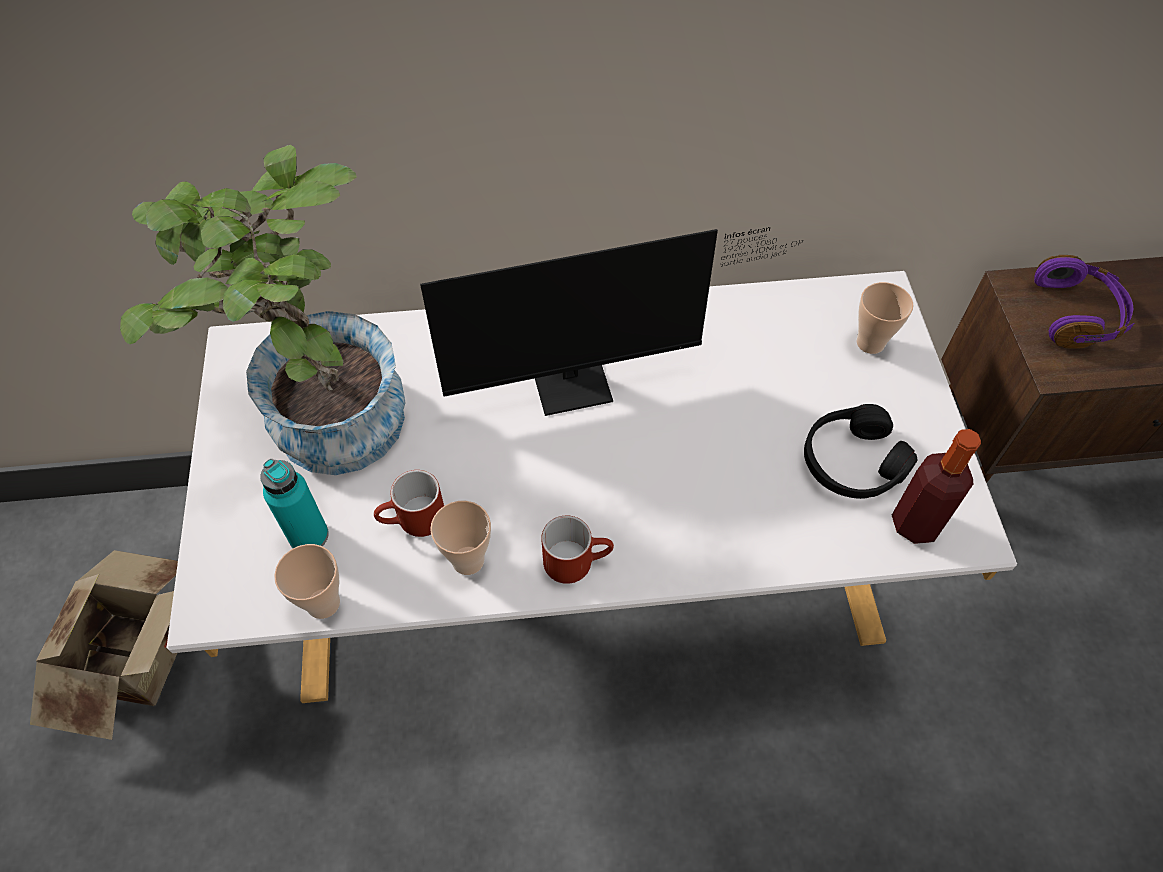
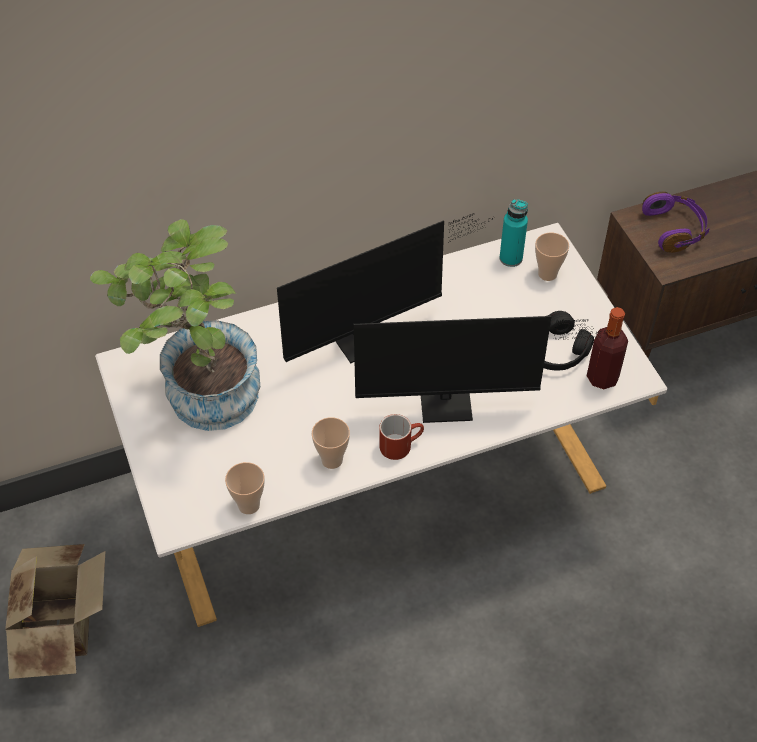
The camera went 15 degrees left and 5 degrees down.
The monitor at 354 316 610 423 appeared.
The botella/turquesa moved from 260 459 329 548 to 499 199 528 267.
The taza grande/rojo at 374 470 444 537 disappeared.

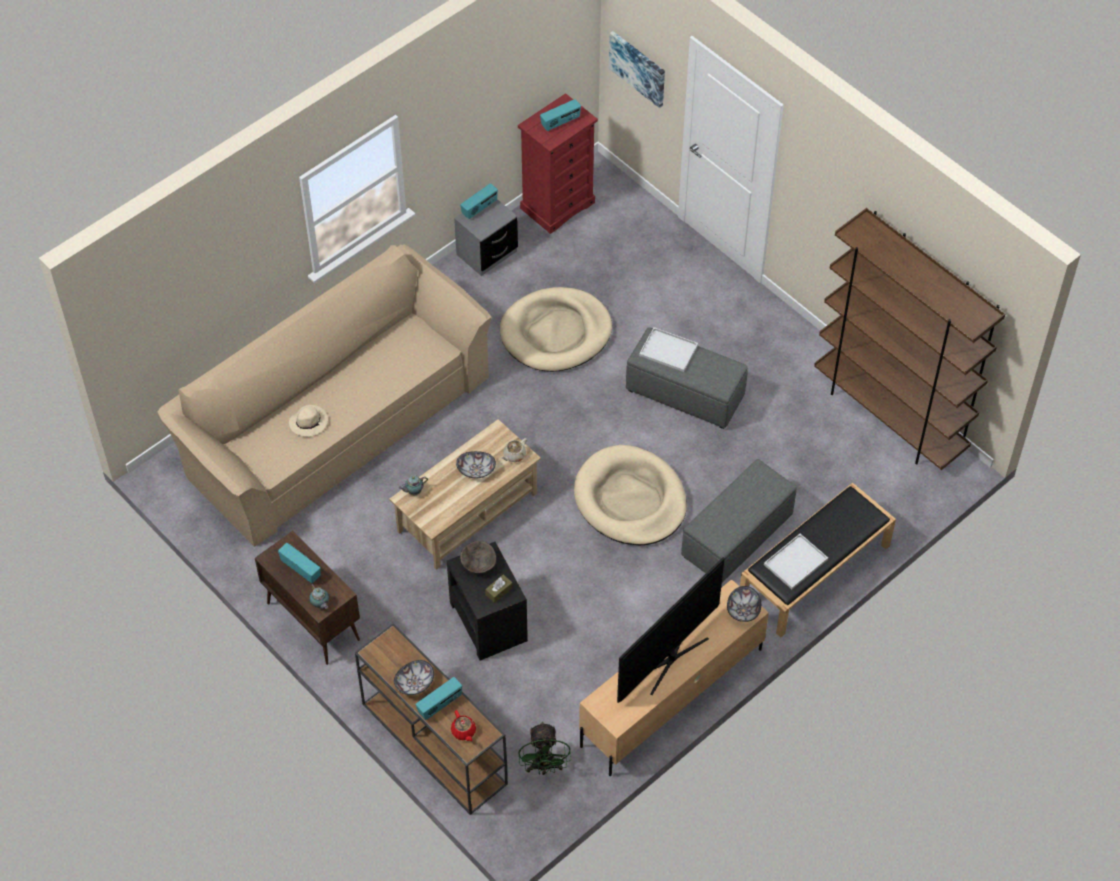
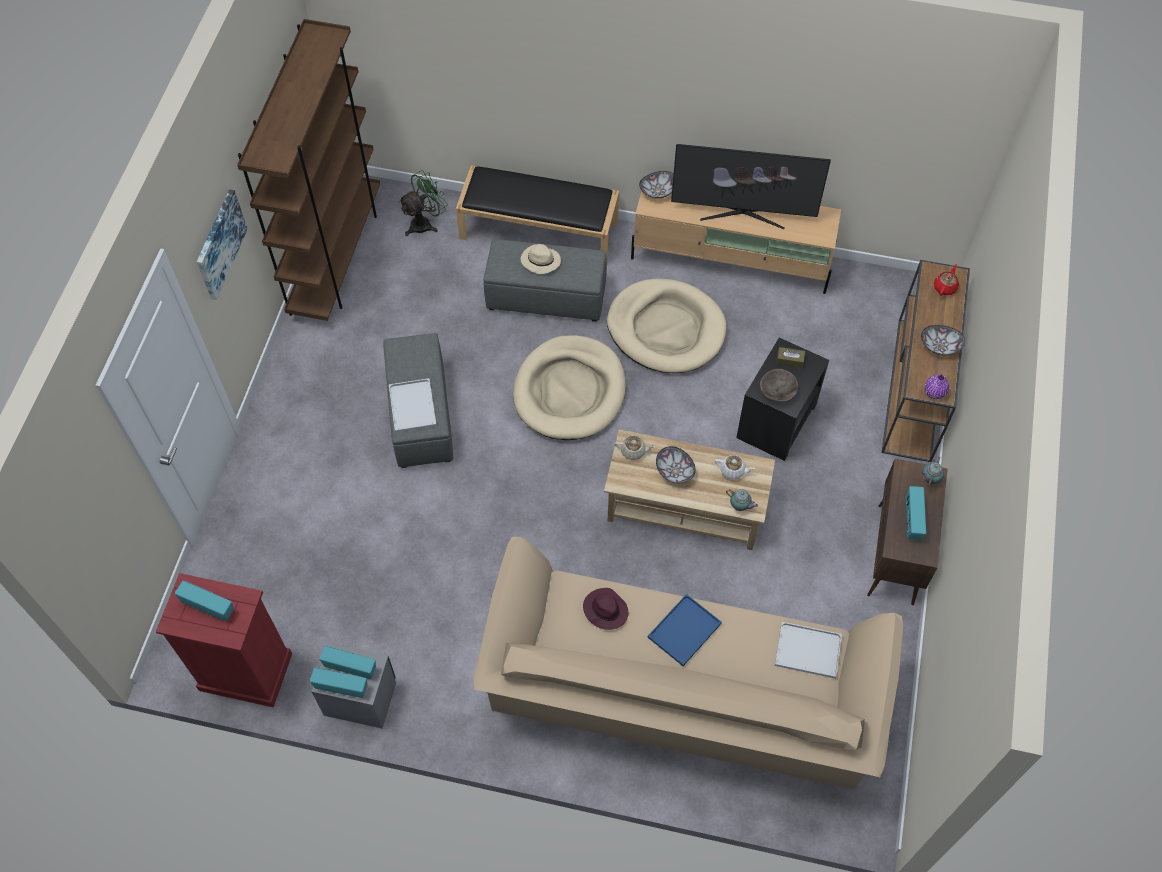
The camera went 125 degrees left and 5 degrees up.
The cuadro moved from 609 31 665 108 to 196 189 248 300.
The radio moved from 416 677 462 720 to 319 646 376 679.
The ventilador/verde moved from 518 721 571 775 to 399 170 448 236.
The sombrero/beis moved from 289 405 328 436 to 521 244 561 274.
The sombrero/morado at 583 588 628 630 appeared.
The cama para perro/beis moved from 500 287 612 372 to 607 278 727 373.
The bandeja/azul at 648 594 722 666 appeared.
The tetera/blanco at 715 455 756 480 appeared.
The bandeja/blanco moved from 764 534 828 589 to 775 622 842 679.
The florero/morado at 925 374 949 399 appeared.

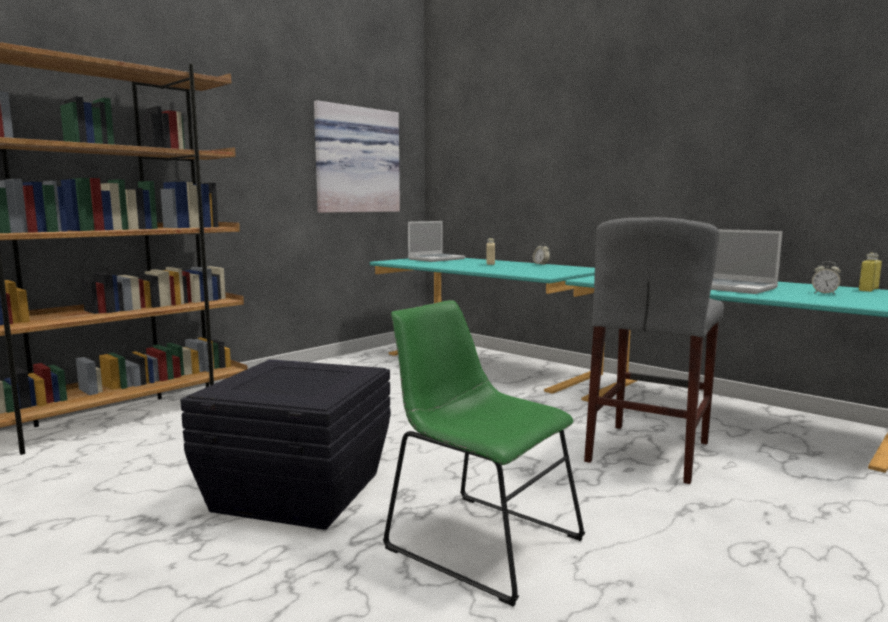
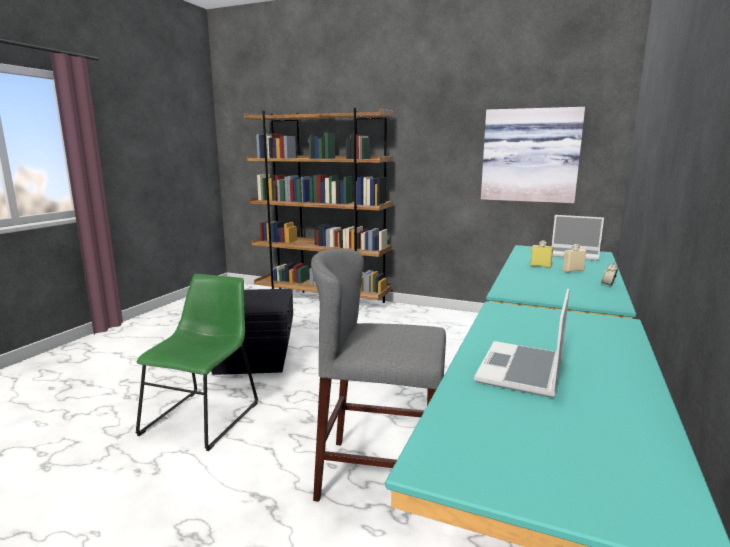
The camera went 70 degrees right and 5 degrees up.
The botella/amarillo moved from 859 253 882 292 to 530 240 553 268.
The despertador at 812 261 841 295 disappeared.

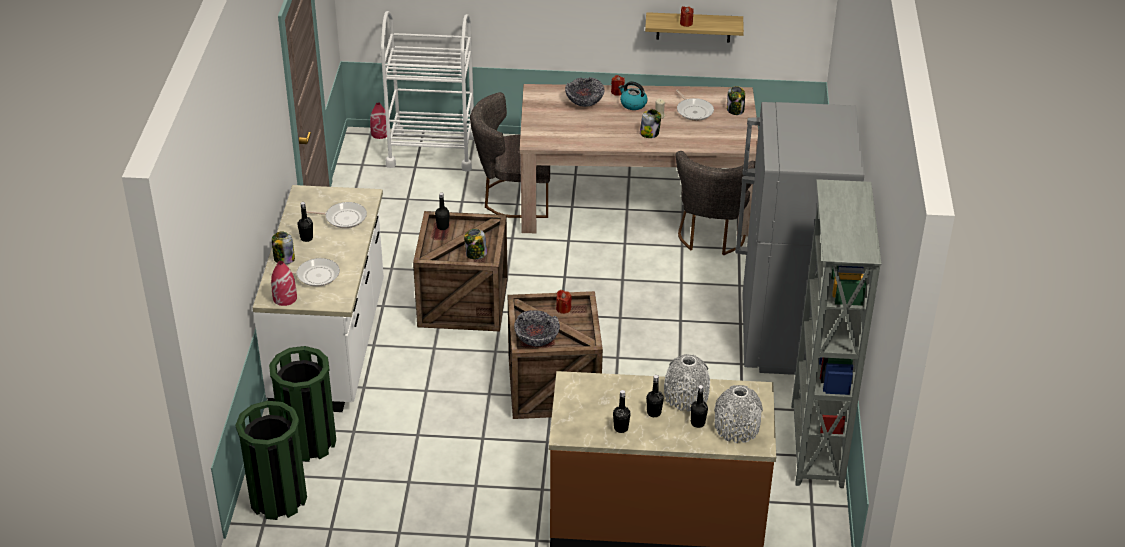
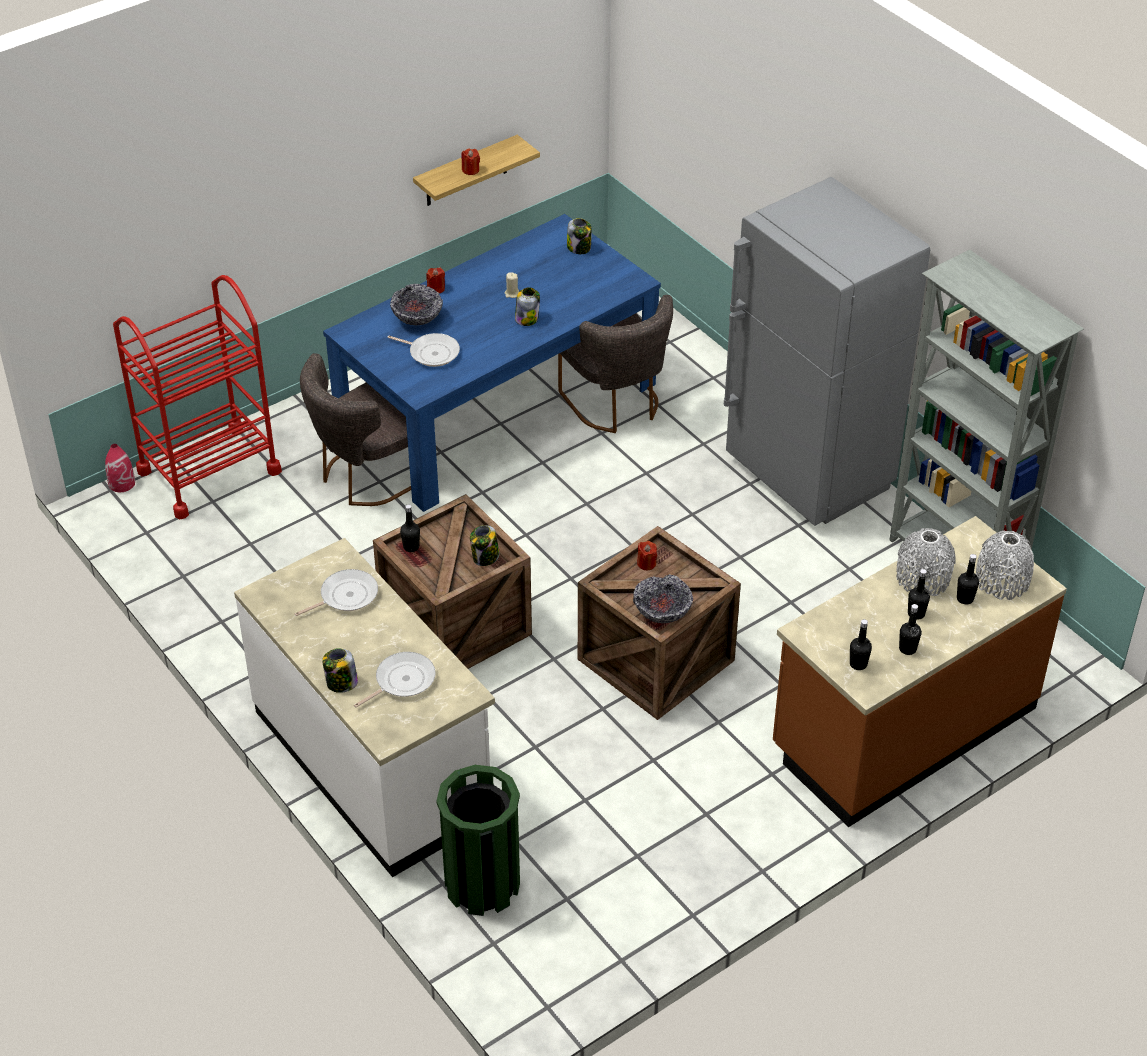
The camera went 40 degrees left and 5 degrees up.
The carrito/blanco at 381 11 474 172 became the carrito/rojo at 113 275 282 520.
The mesa de comedor/beis at 519 84 758 237 became the mesa de comedor/azul at 323 214 661 512.
The sartén moved from 676 90 714 121 to 387 333 460 367.
The botella/negro moved from 298 202 313 242 to 850 619 872 670.
The papelera/verde at 235 401 307 520 disappeared.
The florero/rojo at 271 261 297 306 disappeared.
The hervidor at 618 81 648 110 disappeared.

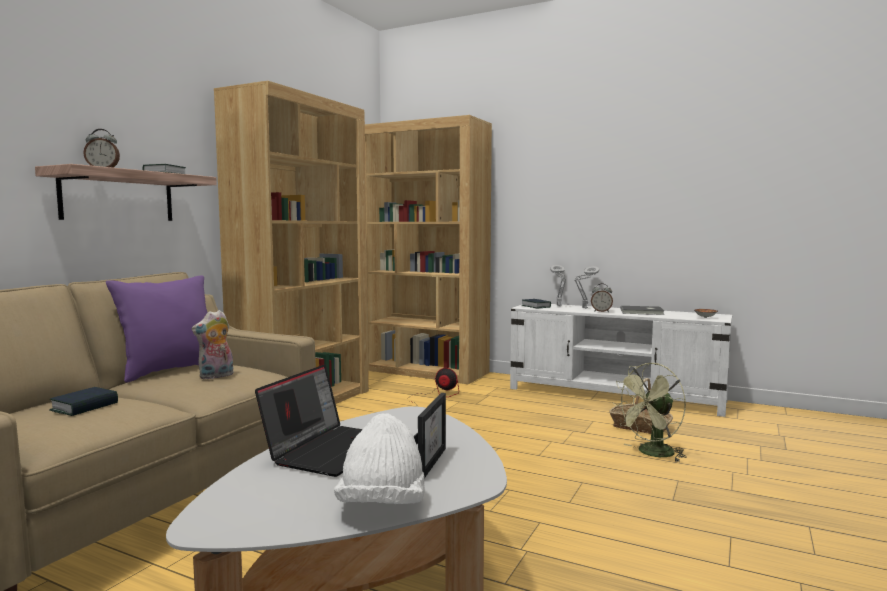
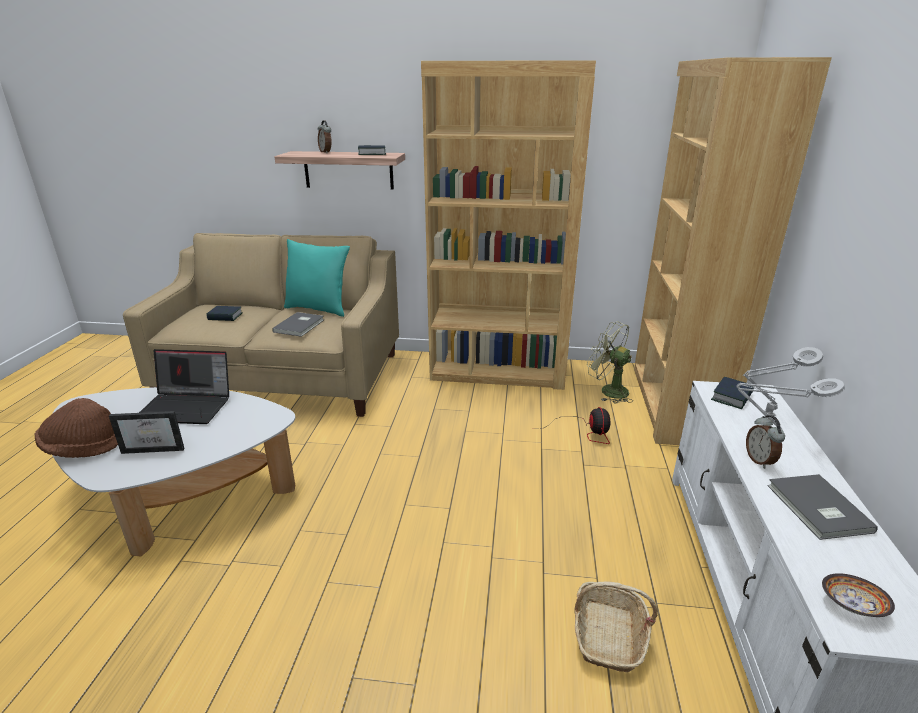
The camera went 70 degrees right and 20 degrees up.
The sombrero/blanco at 334 413 425 504 became the sombrero/marrón at 34 398 118 458.
The peluche at 192 310 233 379 was replaced by the libro/gris at 272 312 324 337.
The cojín/morado at 106 275 207 383 became the cojín/turquesa at 284 239 350 317.
The ventilador/verde moved from 613 363 687 462 to 587 322 633 404.

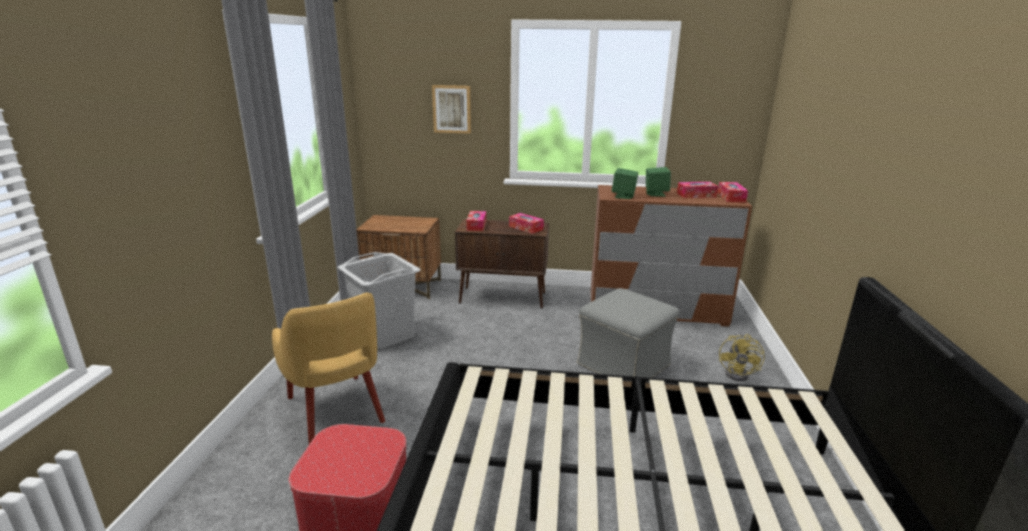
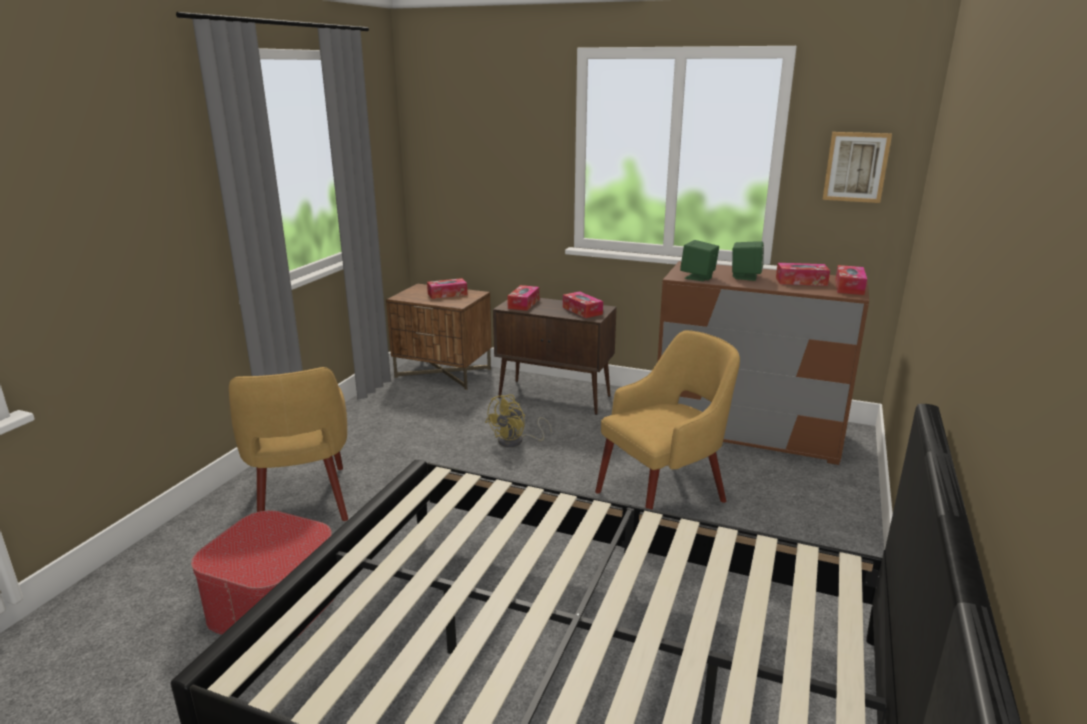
The camera went 15 degrees right and 0 degrees up.
The caja de pañuelos at 427 278 467 299 appeared.
The ventilador/amarillo moved from 719 334 765 381 to 485 394 552 447.
The puf/gris at 577 288 680 378 was replaced by the sillón/amarillo at 595 330 740 510.
The cuadro moved from 432 85 471 134 to 822 132 892 203.
The cesto de la ropa/gris at 338 252 420 350 disappeared.

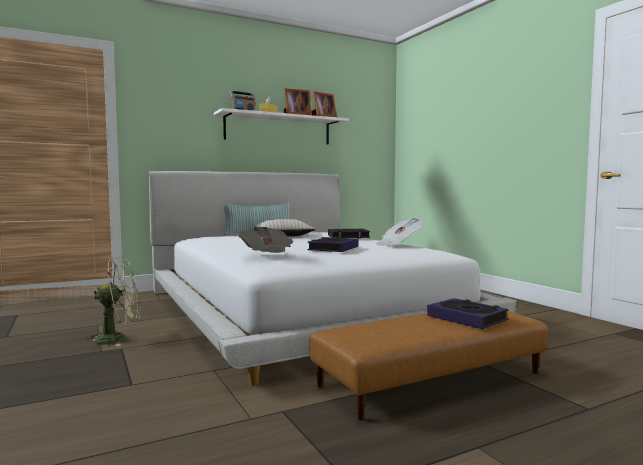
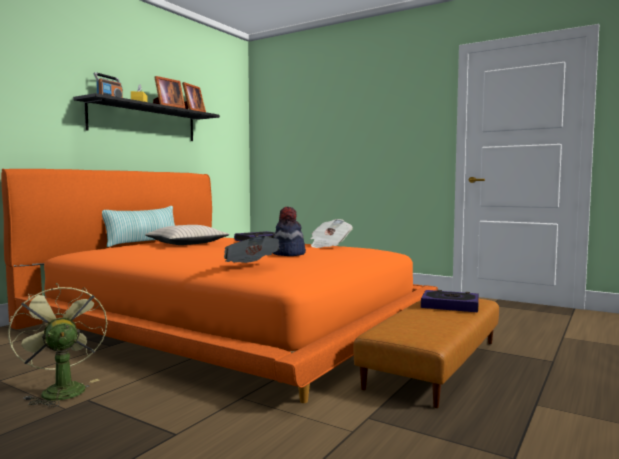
The camera went 30 degrees left and 0 degrees up.
The cama/blanco at 149 171 517 386 became the cama/naranja at 1 169 438 403.
The ventilador/verde at 84 257 140 346 turned 75 degrees counterclockwise.
The estante/blanco at 214 108 349 145 became the estante/negro at 73 93 220 141.
The libro at 308 237 358 252 was replaced by the sombrero at 273 207 306 256.

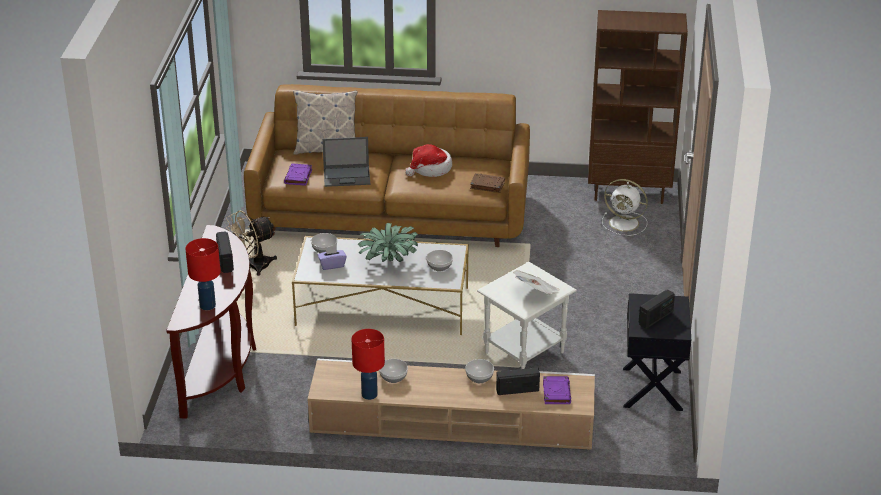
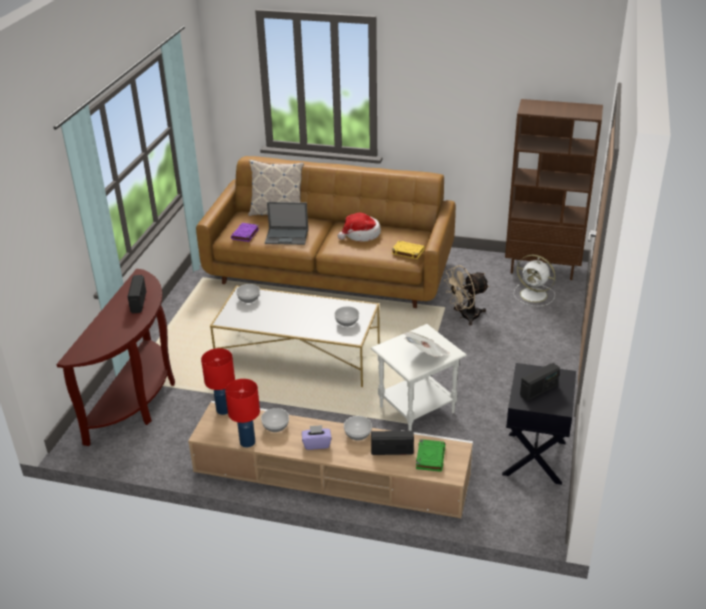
The camera went 10 degrees right and 0 degrees up.
The lámpara de mesa/rojo moved from 185 238 221 310 to 201 348 235 415.
The caja de pañuelos/morado moved from 318 246 347 270 to 302 425 332 450.
The libro/marrón at 470 173 505 193 became the libro/amarillo at 391 241 425 259.
The libro/morado at 543 376 571 404 became the libro/verde at 416 439 445 472.
The ventilador/beis moved from 226 211 277 276 to 445 265 489 325.
The planta en maceta at 358 223 418 262 disappeared.

